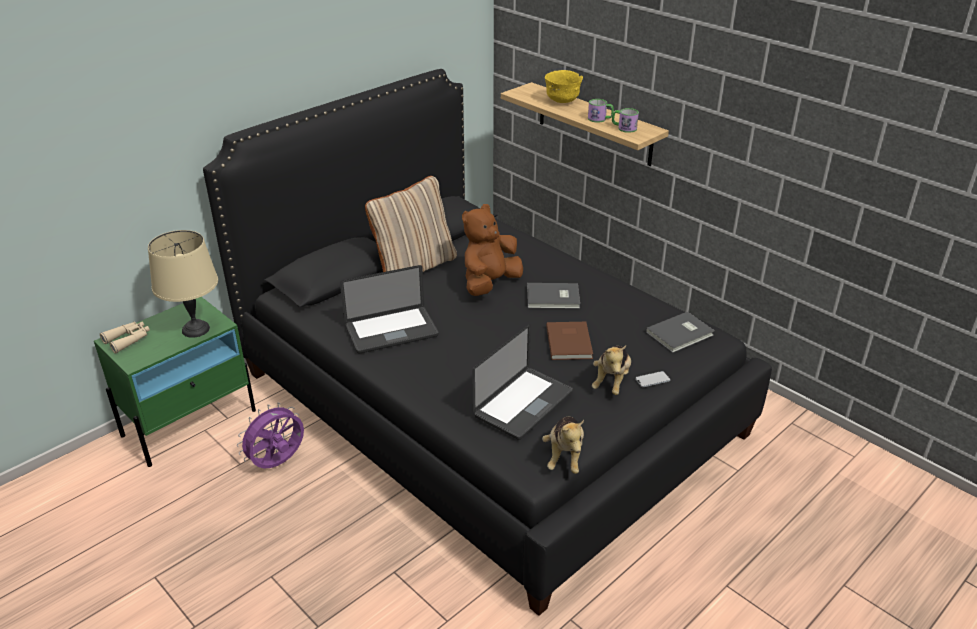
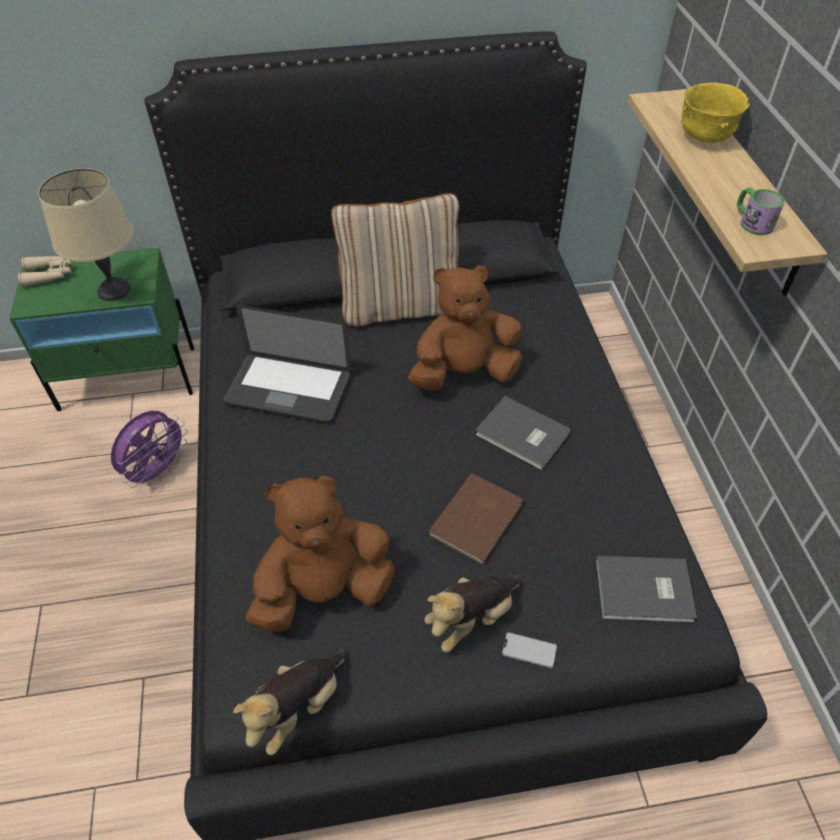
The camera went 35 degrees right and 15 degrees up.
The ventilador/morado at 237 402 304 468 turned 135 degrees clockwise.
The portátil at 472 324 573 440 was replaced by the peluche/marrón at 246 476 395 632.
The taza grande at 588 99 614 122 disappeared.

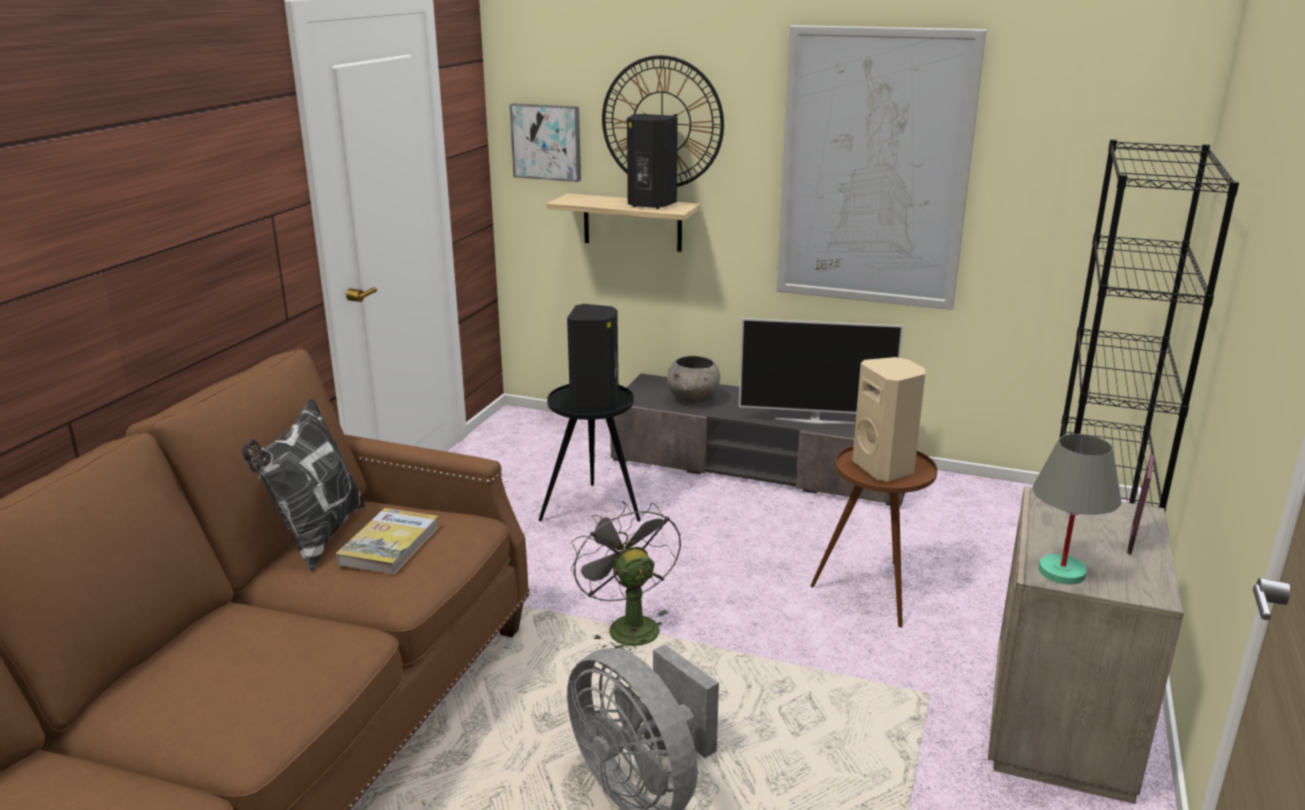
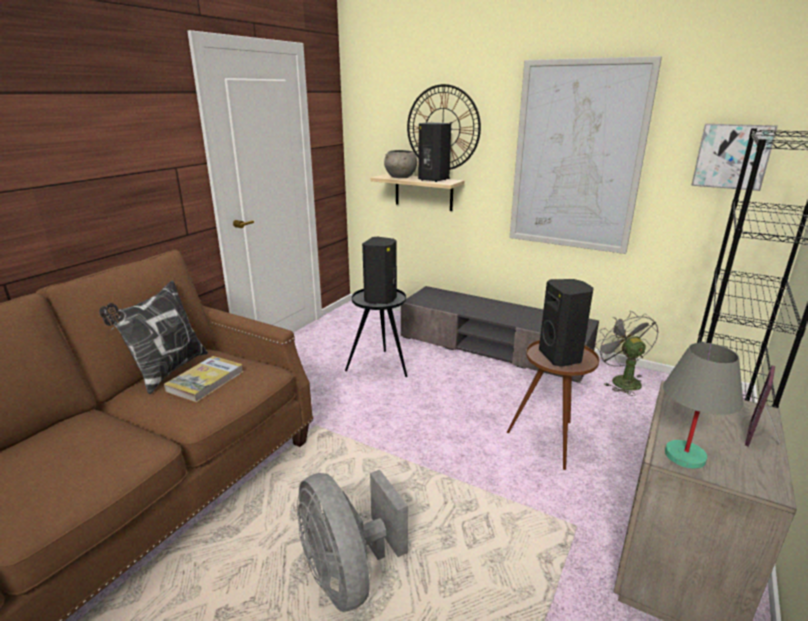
The camera went 10 degrees right and 0 degrees up.
The cuenco/gris moved from 667 356 720 404 to 384 150 417 178.
The altavoz/beis at 852 357 925 482 became the altavoz/negro at 539 279 593 367.
The ventilador/gris moved from 571 501 681 653 to 595 311 658 396.
The cuadro moved from 510 103 581 182 to 691 124 778 191.
The televisor at 739 318 903 424 disappeared.

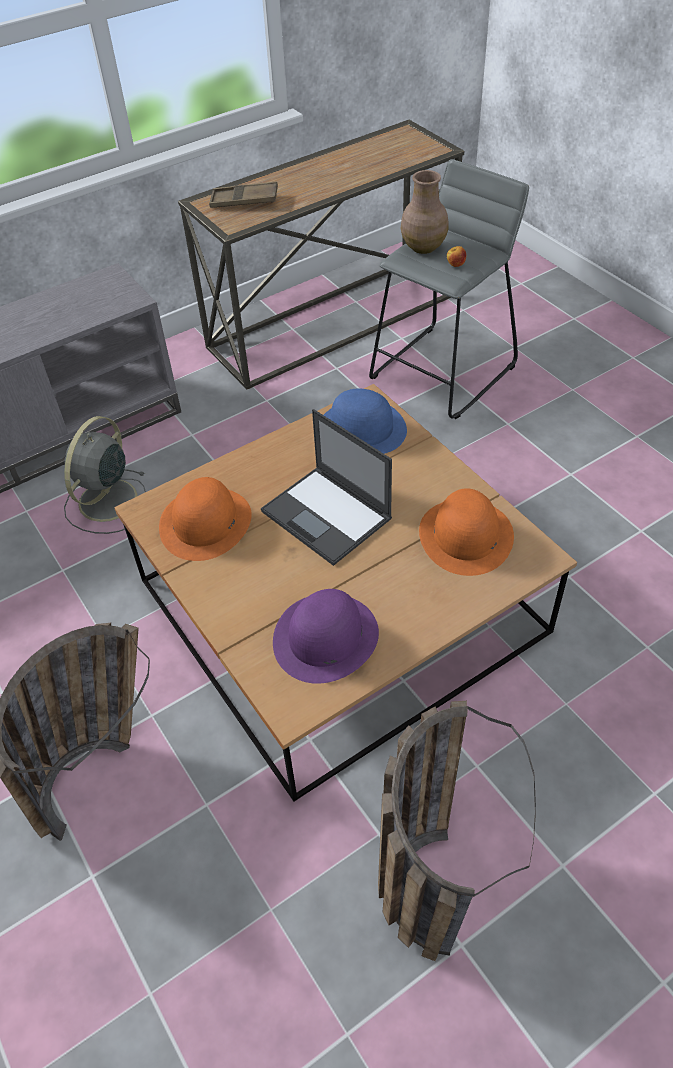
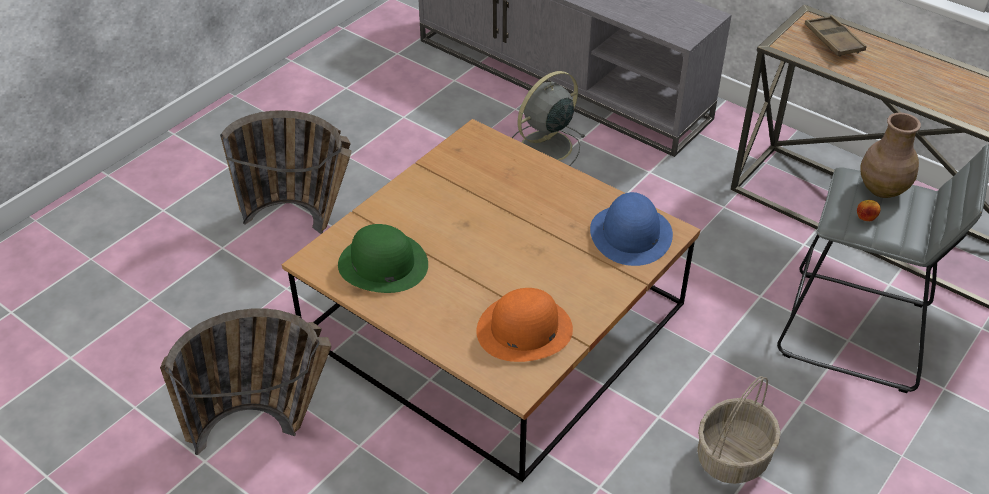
The camera went 70 degrees right and 5 degrees down.
The sombrero/morado at 273 589 379 684 became the sombrero/verde at 338 224 428 293.
The ventilador/gris at 64 416 146 534 turned 45 degrees counterclockwise.
The cesta at 697 376 781 484 appeared.
The sombrero/naranja at 159 477 252 561 disappeared.
The portátil at 261 409 392 566 disappeared.

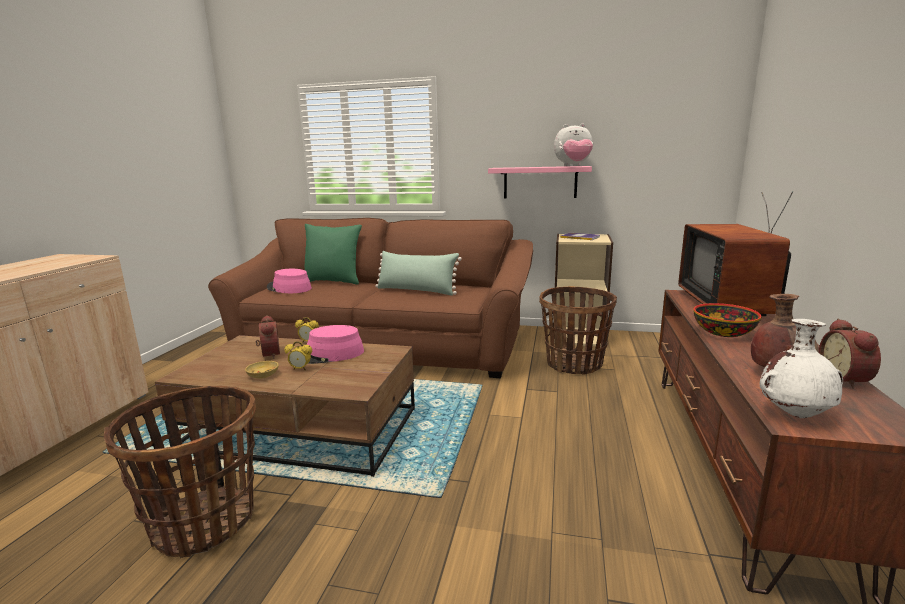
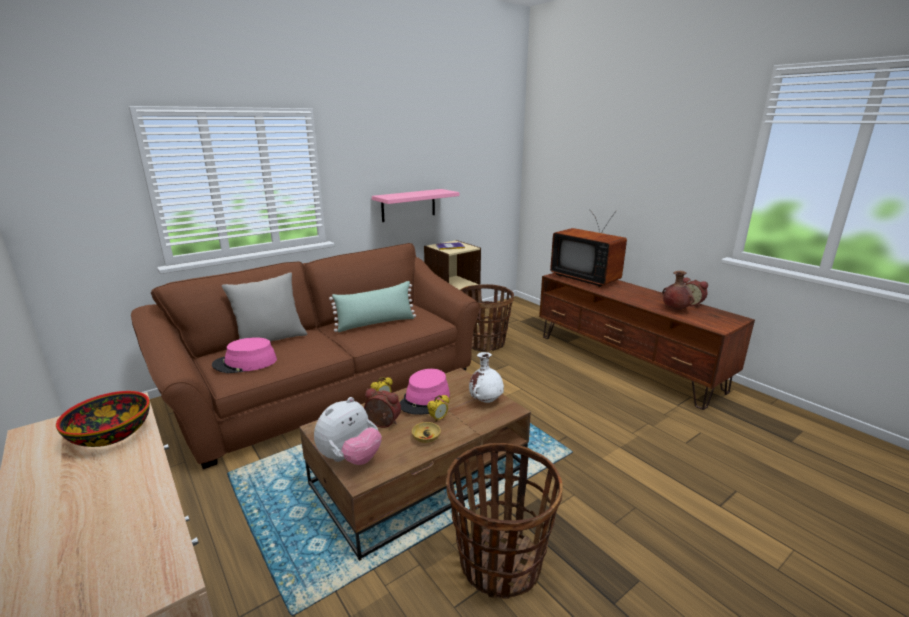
The camera went 50 degrees left and 5 degrees up.
The cuenco moved from 693 303 762 337 to 56 391 150 447.
The cojín/verde at 305 224 362 285 became the cojín/gris at 222 273 307 342.
The peluche moved from 554 124 593 166 to 314 397 382 465.
The florero/blanco moved from 760 319 843 418 to 469 352 504 403.

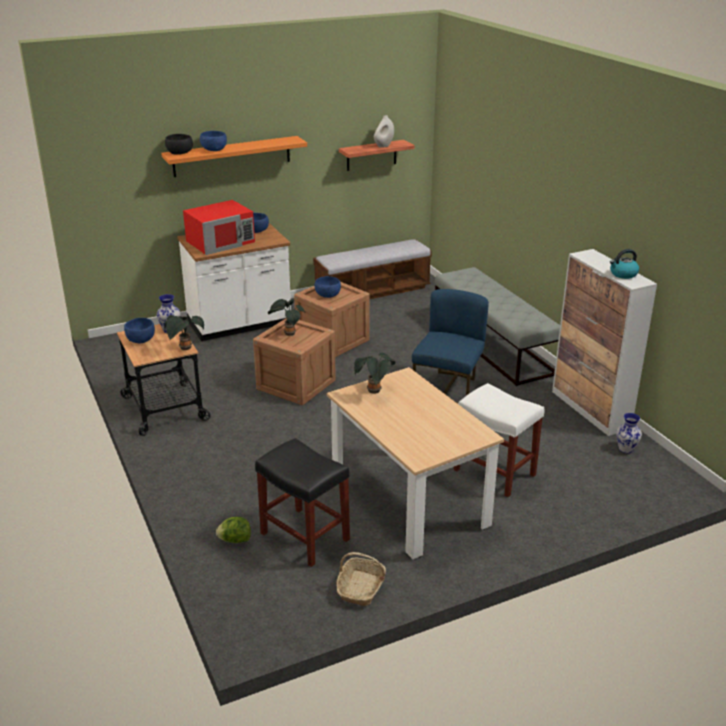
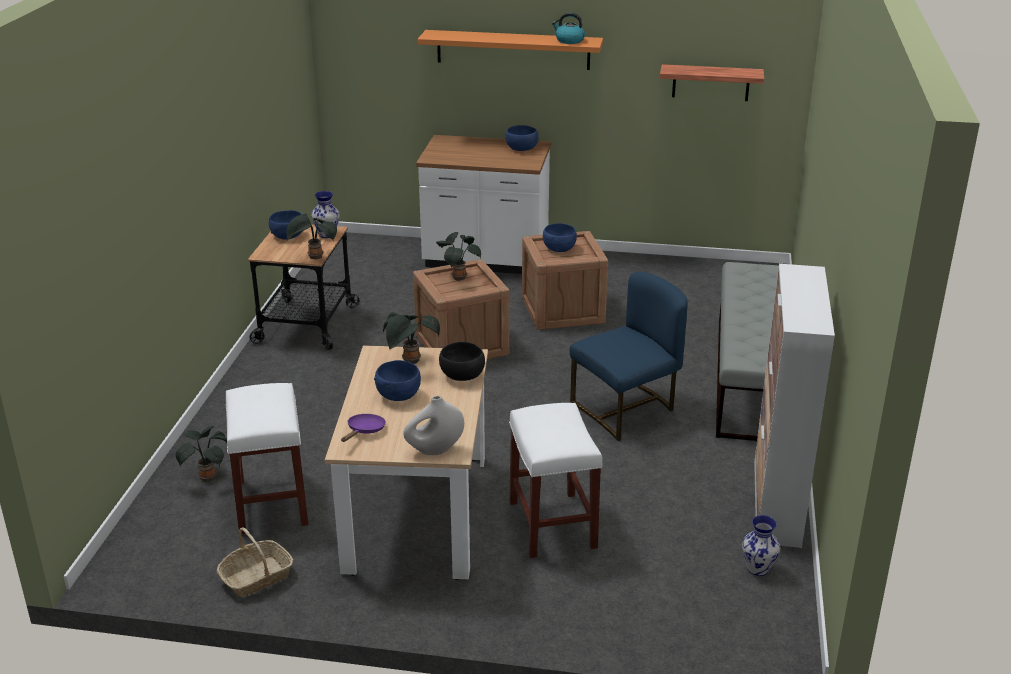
The camera went 35 degrees right and 0 degrees up.
The lechuga at 216 517 251 543 was replaced by the planta en maceta at 176 426 227 482.
The taburete/negro at 255 438 350 567 became the taburete/blanco at 226 383 309 534.
The sartén/morado at 341 414 386 442 appeared.
The cuenco/azul moved from 200 131 227 151 to 374 360 421 401.
The florero/blanco moved from 374 115 394 148 to 403 396 464 455.
The cuenco/negro moved from 165 134 193 155 to 439 342 485 381.
The hervidor moved from 610 249 639 279 to 552 13 585 44.
The microondas/rojo at 183 200 255 255 disappeared.
The banco at 313 239 432 299 disappeared.

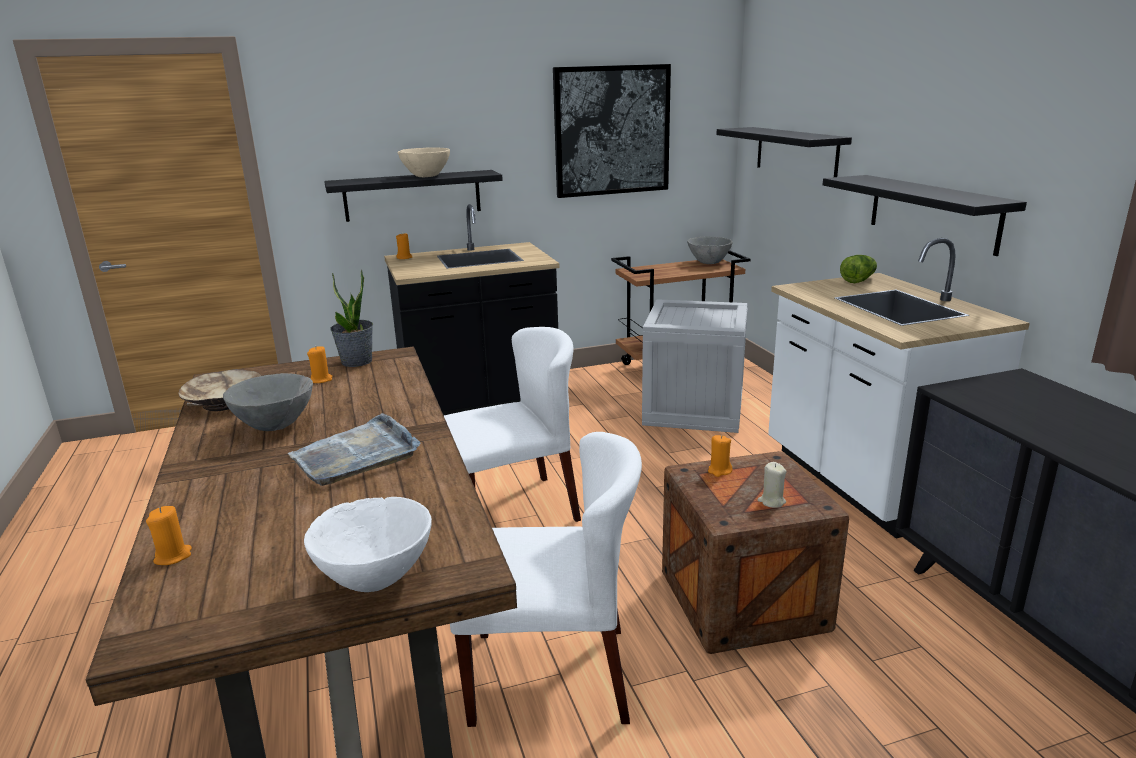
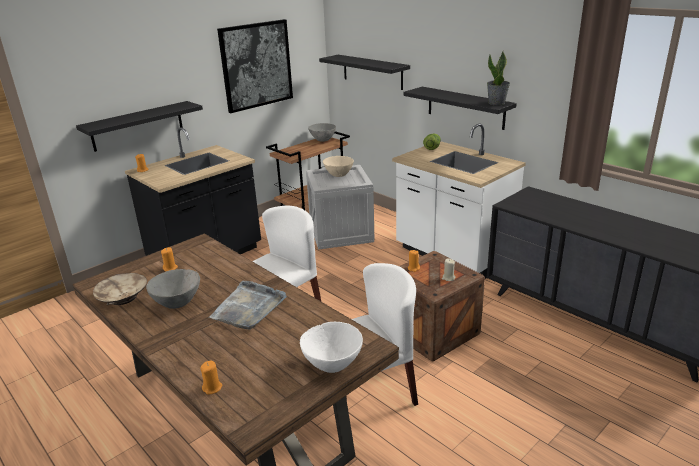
The camera went 25 degrees left and 5 degrees up.
The cuenco/beis moved from 397 147 450 177 to 323 156 354 177.
The planta en maceta moved from 330 269 373 367 to 487 51 510 105.

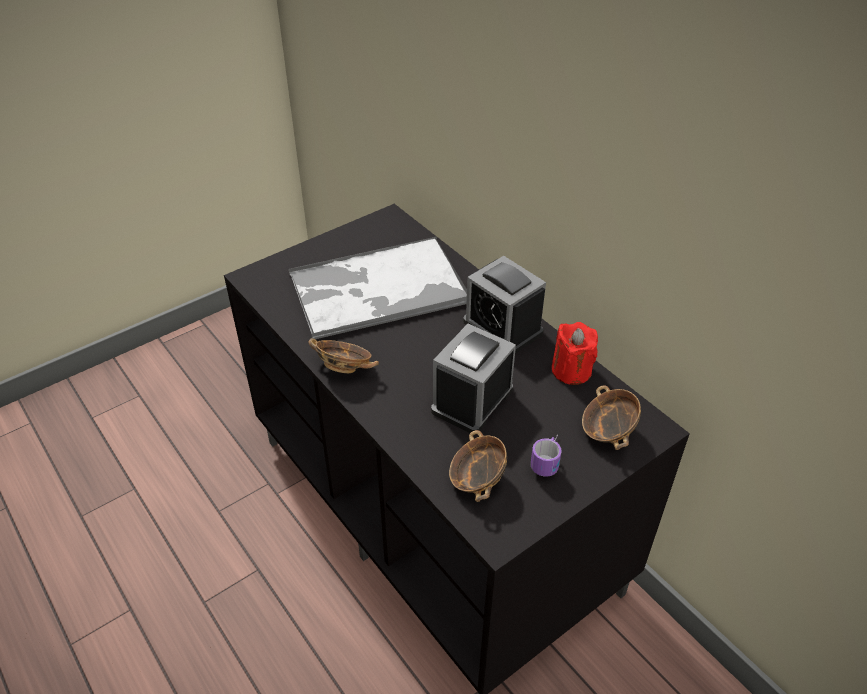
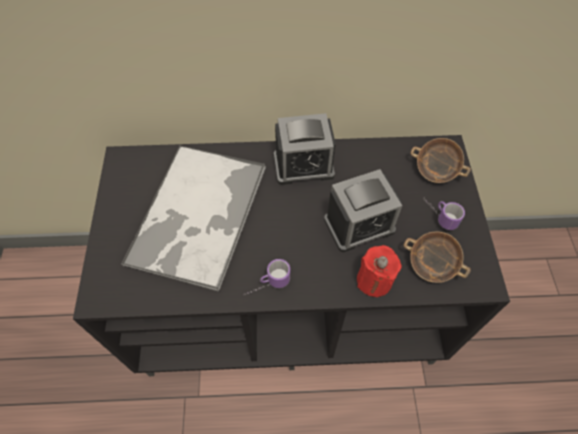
The camera went 55 degrees left and 15 degrees up.
The cuenco at 309 338 379 373 was replaced by the taza grande at 243 259 290 295.
The despertador at 431 324 516 435 turned 90 degrees counterclockwise.
The vela/rojo moved from 552 322 598 385 to 357 245 402 297.

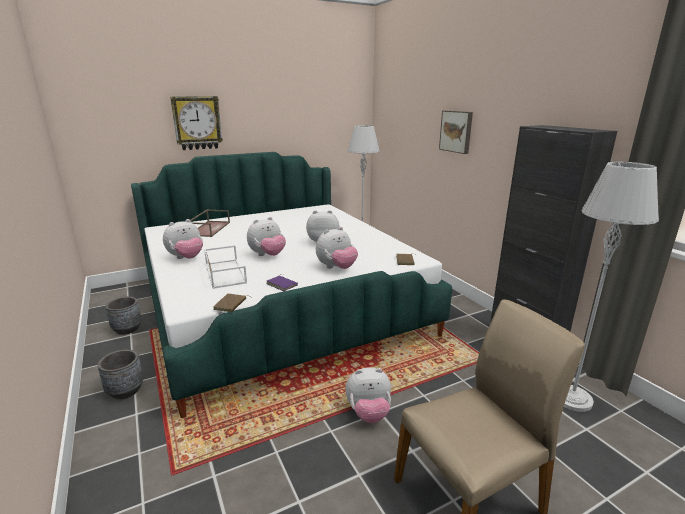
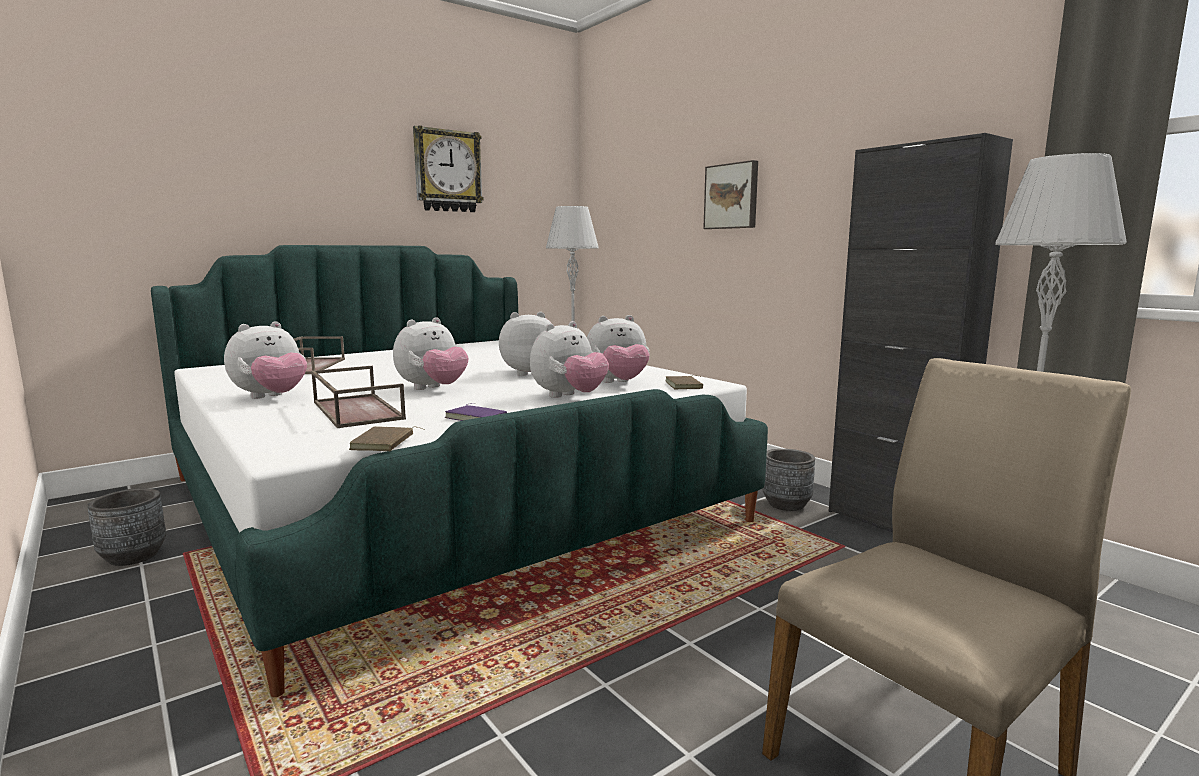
The camera went 10 degrees left and 10 degrees down.
The bandeja/blanco at 204 245 247 289 became the bandeja/marrón at 311 366 406 428.
The reloj de pared moved from 170 96 223 150 to 413 125 484 212.
The peluche moved from 345 367 391 423 to 587 315 650 383.
The maceta/gris moved from 98 349 143 399 to 762 449 815 511.

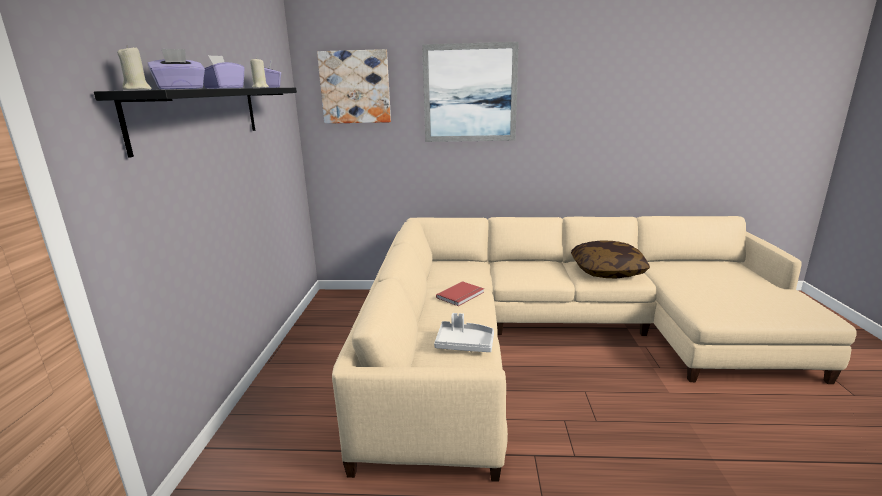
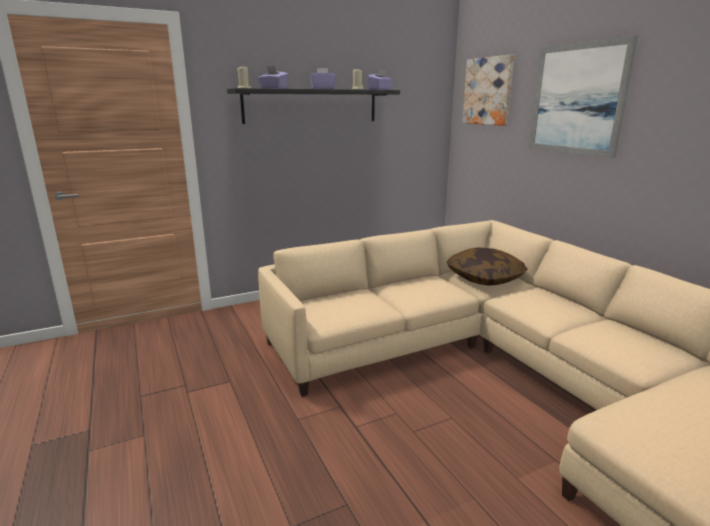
The camera went 60 degrees right and 0 degrees up.
The cojín moved from 571 240 650 279 to 447 248 527 285.
The bandeja/gris at 434 313 494 352 disappeared.
The libro/rojo at 436 281 484 306 disappeared.

